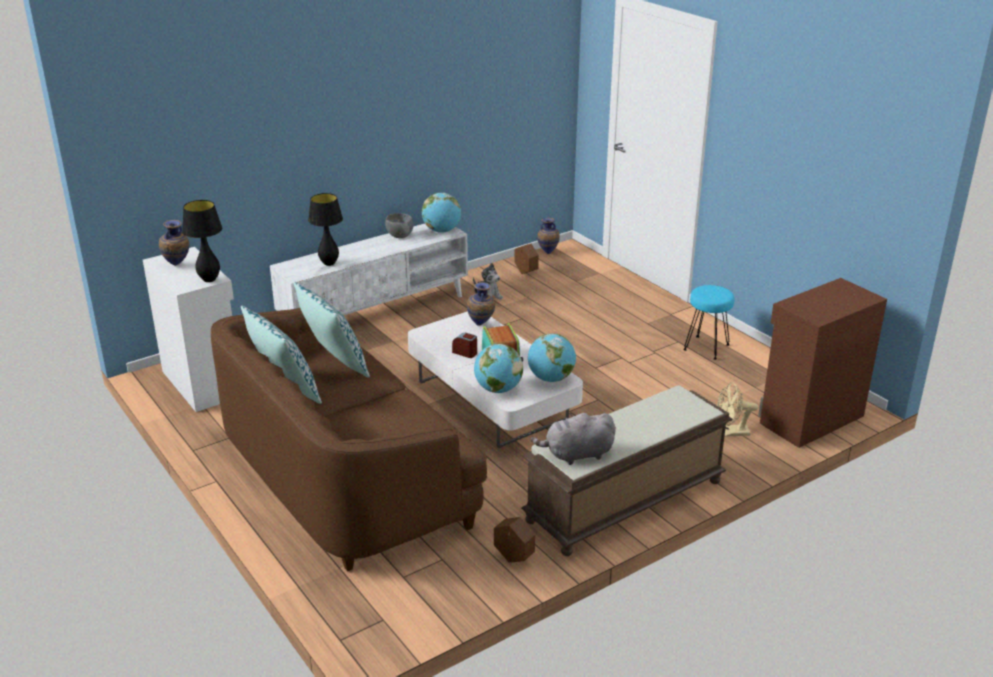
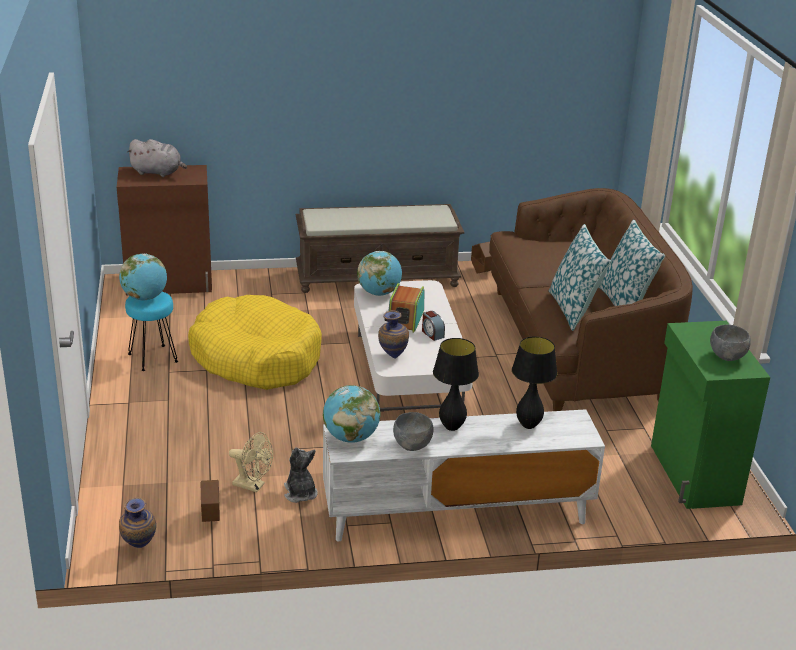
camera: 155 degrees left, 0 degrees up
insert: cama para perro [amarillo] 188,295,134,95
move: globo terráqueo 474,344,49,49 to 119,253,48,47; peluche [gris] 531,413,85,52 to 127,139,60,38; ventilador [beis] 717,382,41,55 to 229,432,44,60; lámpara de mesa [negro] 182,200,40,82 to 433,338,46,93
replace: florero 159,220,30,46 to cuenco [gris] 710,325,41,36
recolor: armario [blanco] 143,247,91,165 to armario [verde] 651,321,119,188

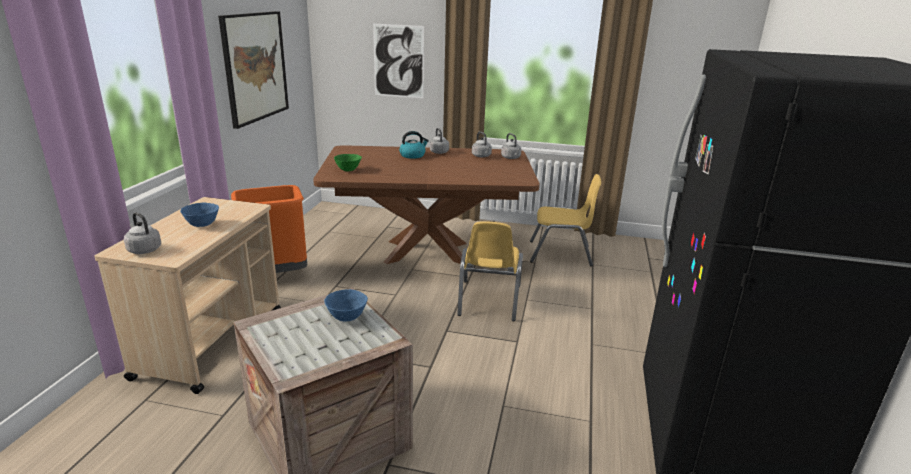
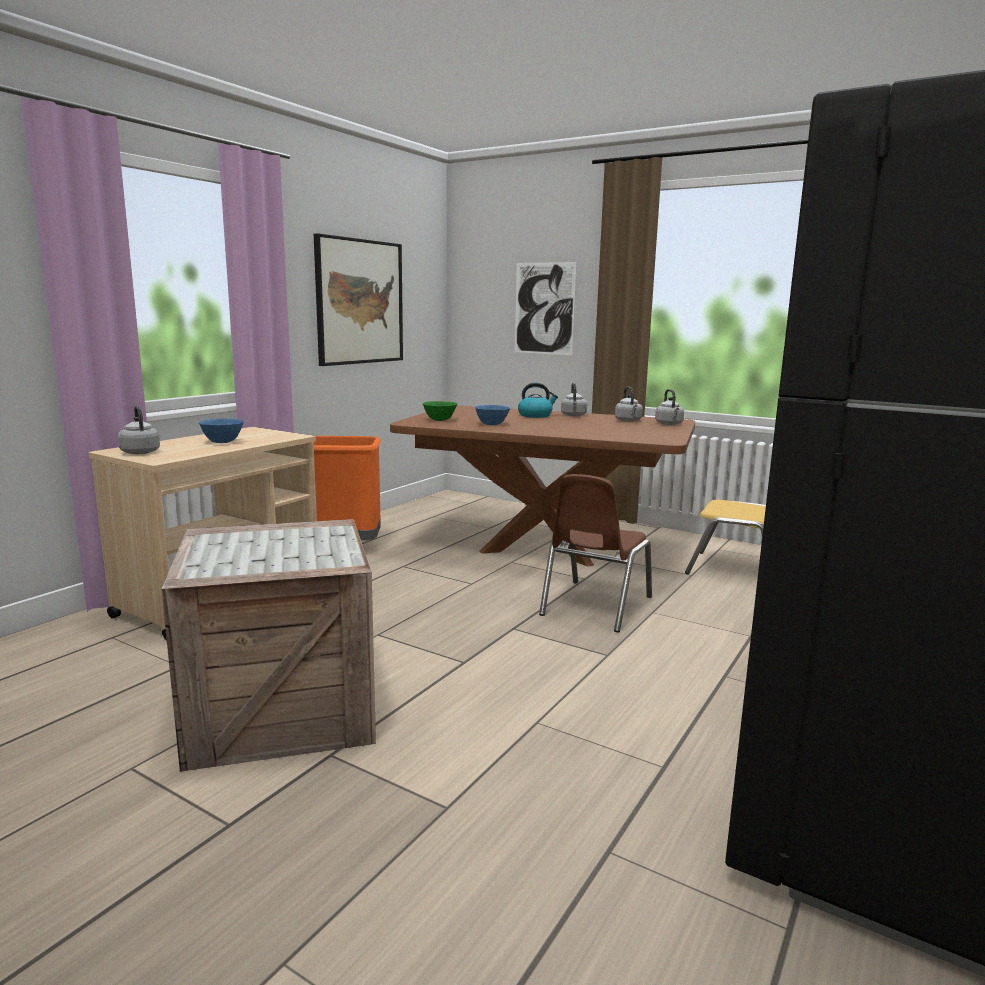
camera: 20 degrees right, 10 degrees down
move: cuenco [azul] 324,289,44,32 to 475,405,35,20
recolor: silla [amarillo] 457,221,66,100 to silla [marrón] 539,474,113,158

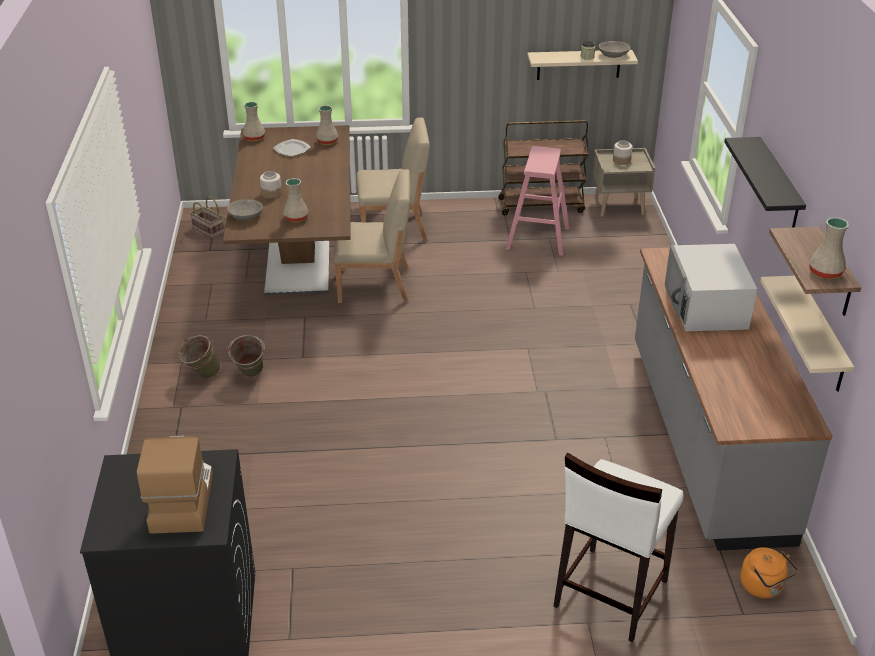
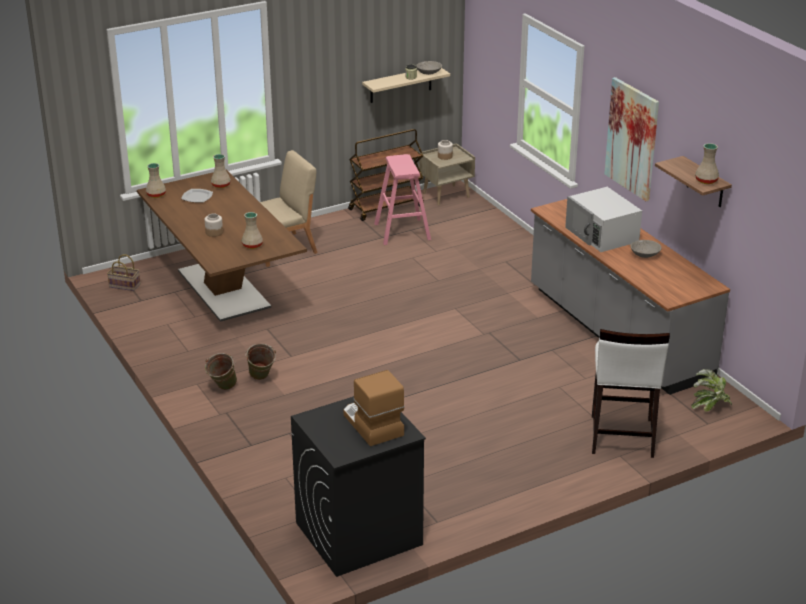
camera: 25 degrees left, 5 degrees down
delete: silla [beis] 333,169,78,134; estante [beis] 760,276,94,116
move: cuenco [gris] 227,199,36,21 to 630,240,32,18
replace: estante [negro] 724,137,82,91 to cuadro 604,77,55,124; hervidor [naranja] 740,547,58,51 to planta en maceta 691,369,41,43

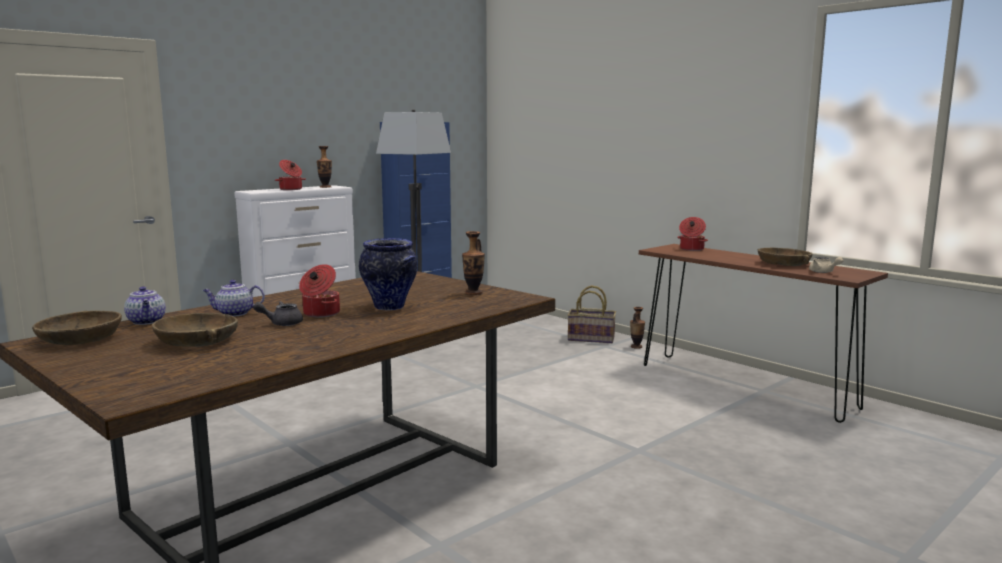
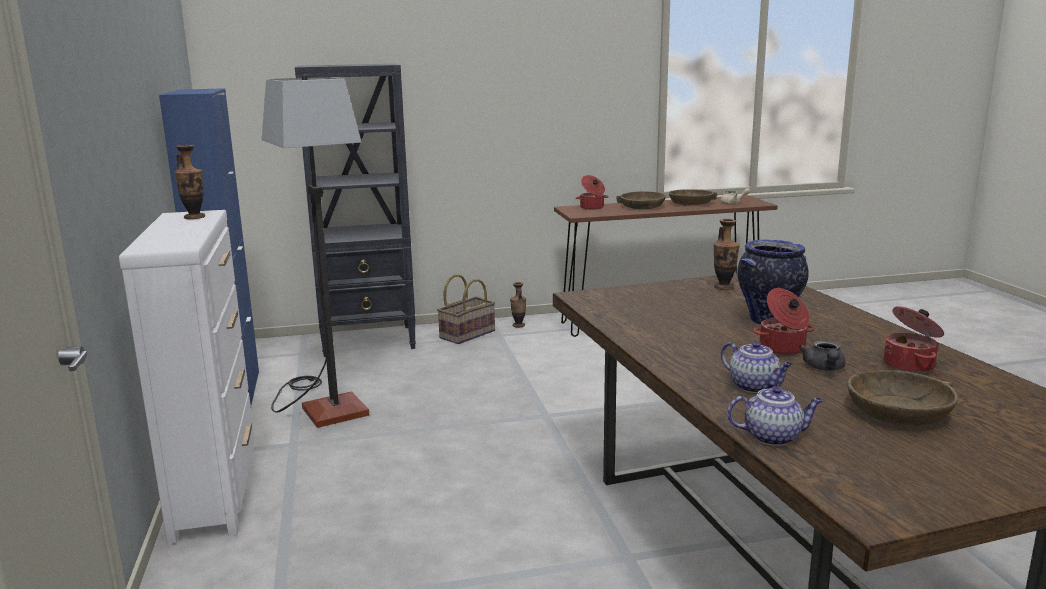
camera: 60 degrees left, 5 degrees up
insert: estantería [negro] 295,64,121,293
move: cuenco [marrón] 32,311,90,34 to 616,191,50,18; olla 275,160,31,30 to 884,306,60,67
rotate: tetera 203,280,62,37 = 721,341,72,52 60 degrees counterclockwise

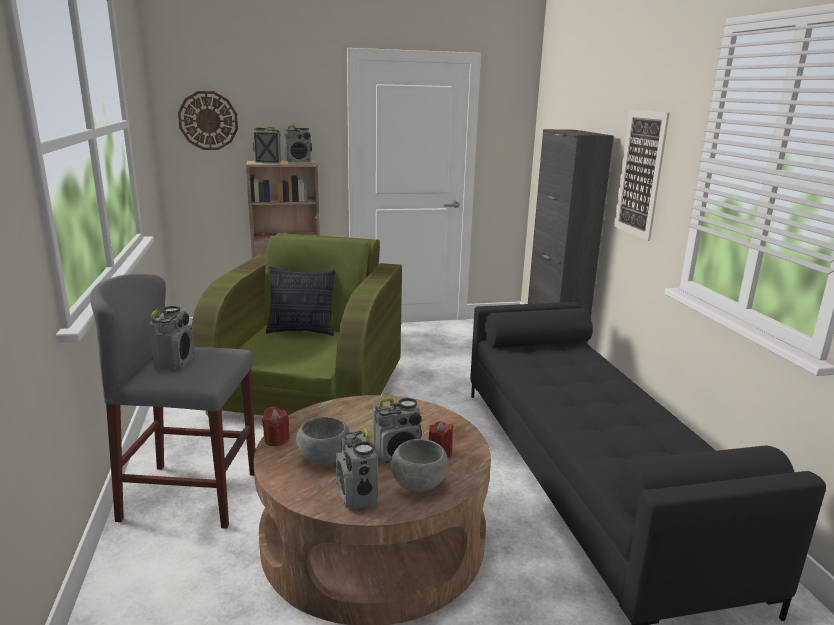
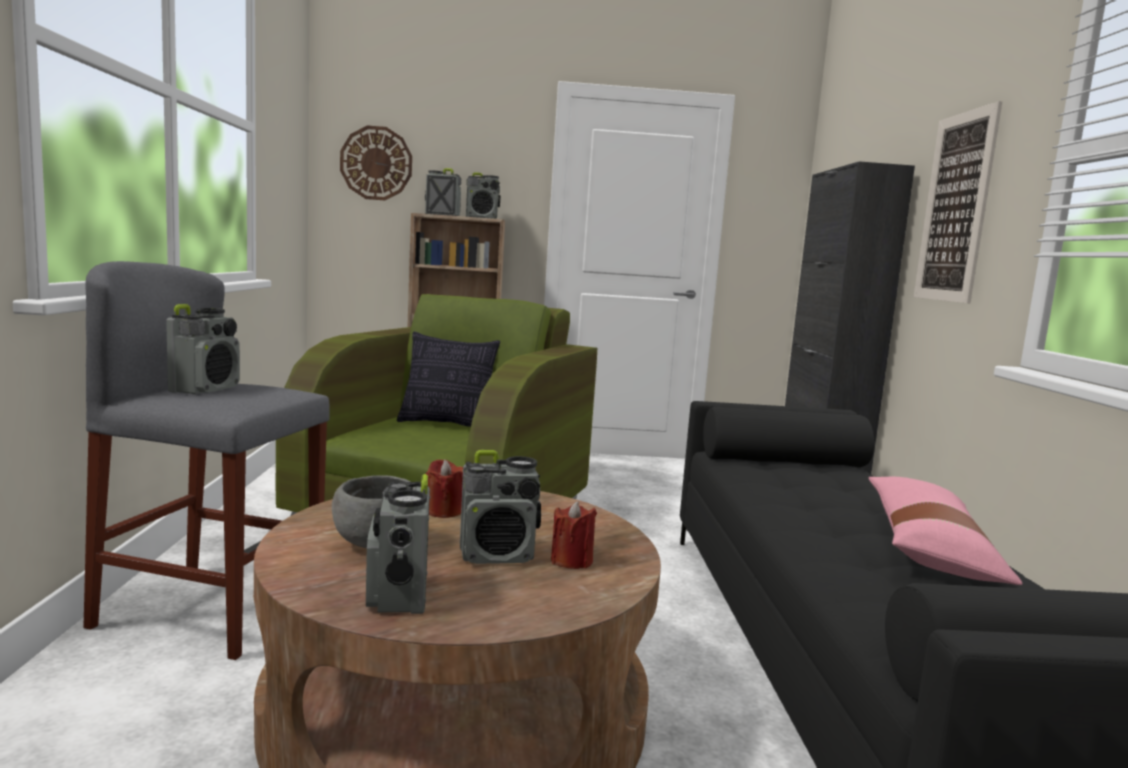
camera: 10 degrees right, 10 degrees down
delete: cuenco [gris] 391,439,57,53
insert: cojín [rosa] 869,477,154,108
move: vela [rojo] 262,407,28,39 to 426,459,37,59

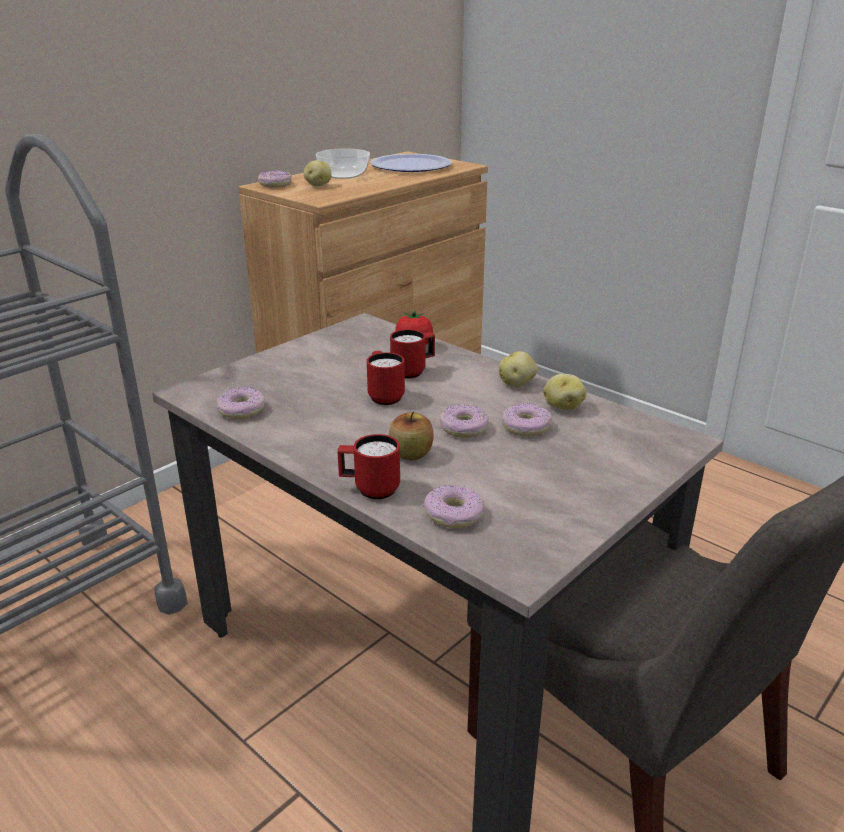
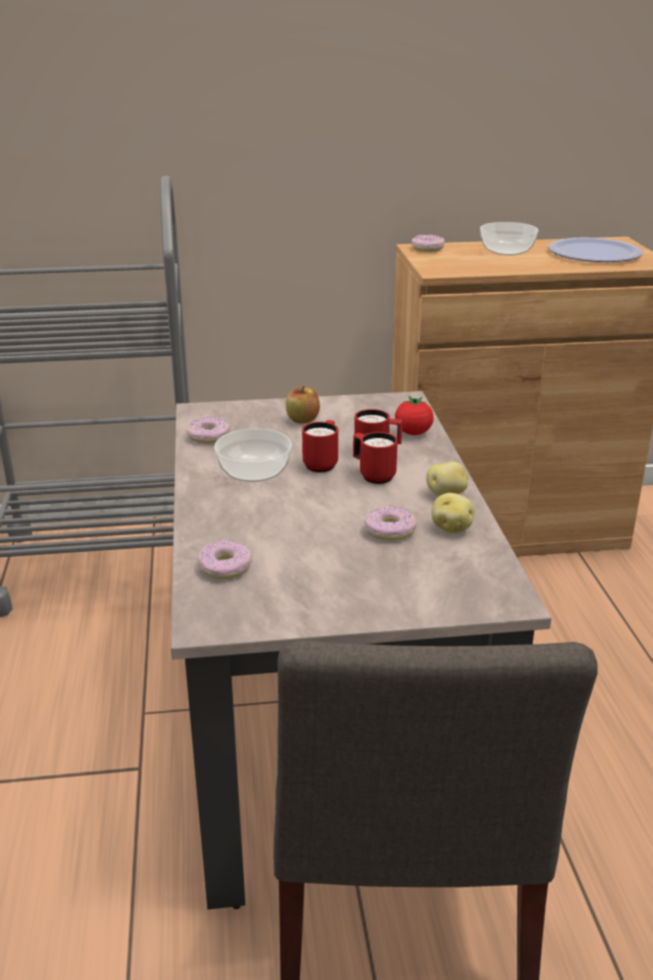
camera: 40 degrees right, 0 degrees up
delete: patata 304,160,28,26; rosquilla 439,404,50,34
insert: cuenco 214,428,78,54
move: manzana 389,412,45,48 to 286,386,34,38; taza grande [rojo] 337,434,63,65 to 353,432,45,52

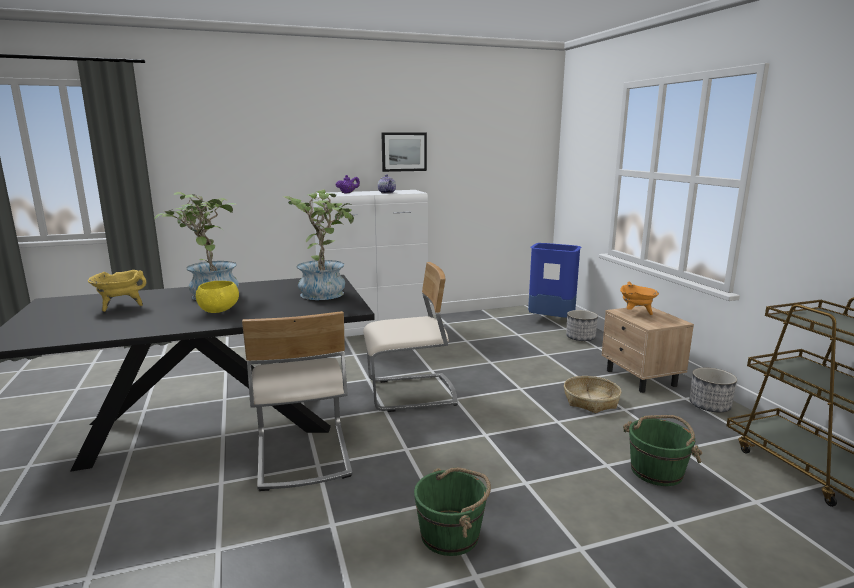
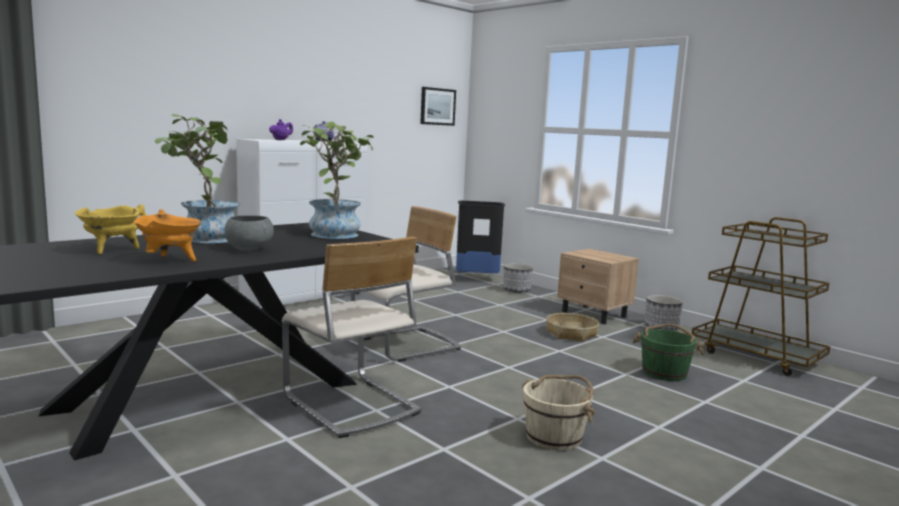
camera: 25 degrees left, 5 degrees down
move: olla [naranja] 620,281,39,34 to 134,209,67,52; cuadro 381,133,46,39 to 420,87,36,39
recolor: cuenco [amarillo] 196,281,43,32 to cuenco [gris] 224,215,50,36; papelera [azul] 528,243,53,75 to papelera [negro] 456,201,49,72; cubo [verde] 414,467,77,89 to cubo [beis] 522,375,73,75

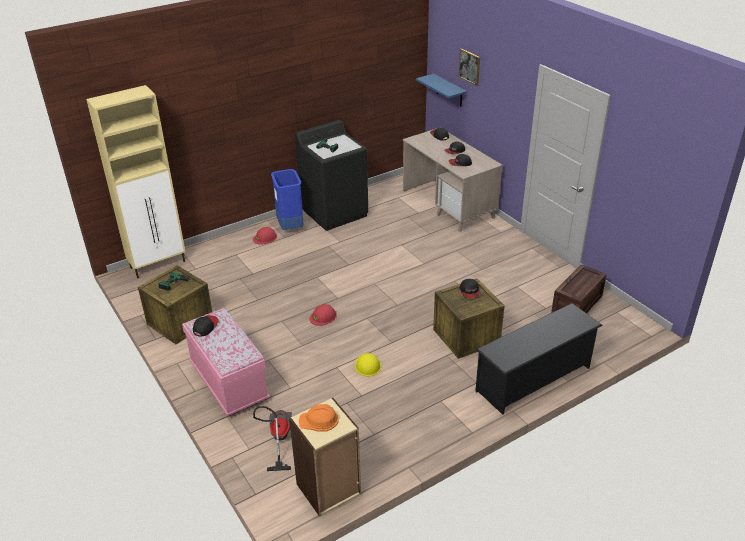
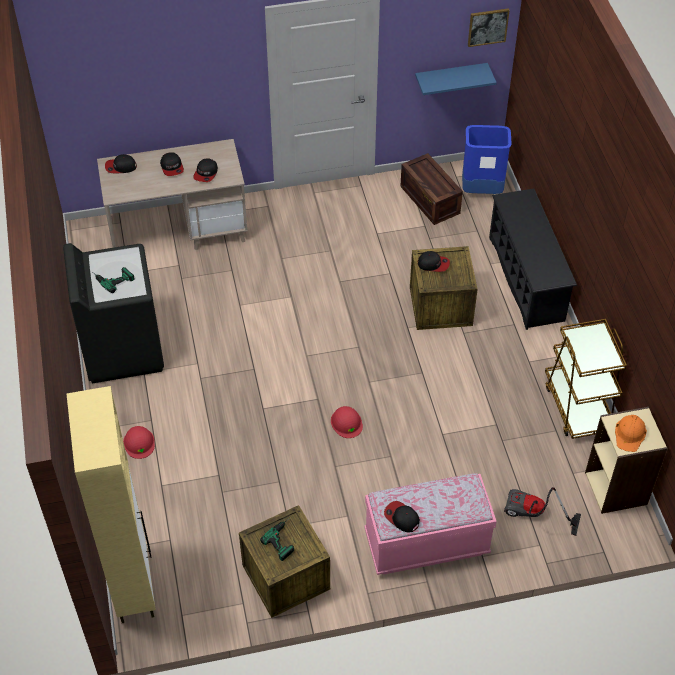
camera: 70 degrees left, 15 degrees up
delete: casco [amarillo] 355,353,26,23
insert: carrito [marrón] 545,319,82,120
move: estante [azul] 416,74,51,33 to 415,63,82,32; papelera [azul] 271,169,33,61 to 462,125,50,69; cuadro 459,49,21,37 to 468,8,42,39

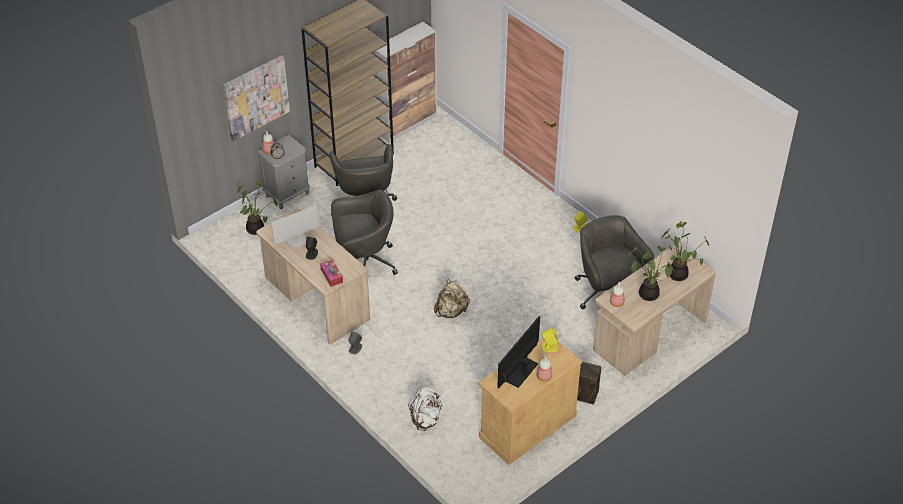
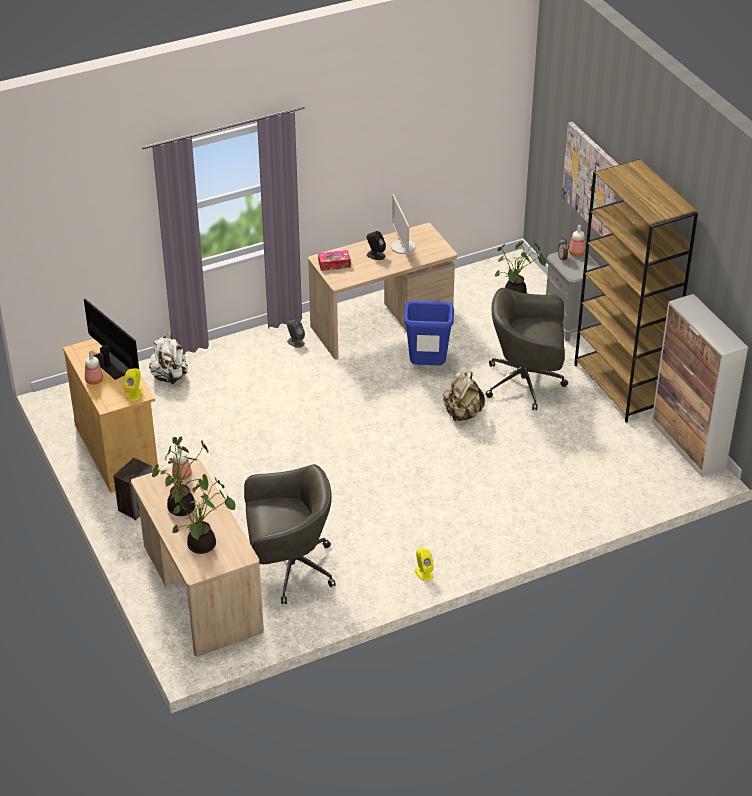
camera: 105 degrees right, 5 degrees down
move: mochila [beis] 434,279,36,39 to 443,371,42,51
replace: silla de oficina [gris] 331,189,67,86 to papelera [azul] 404,300,50,65

